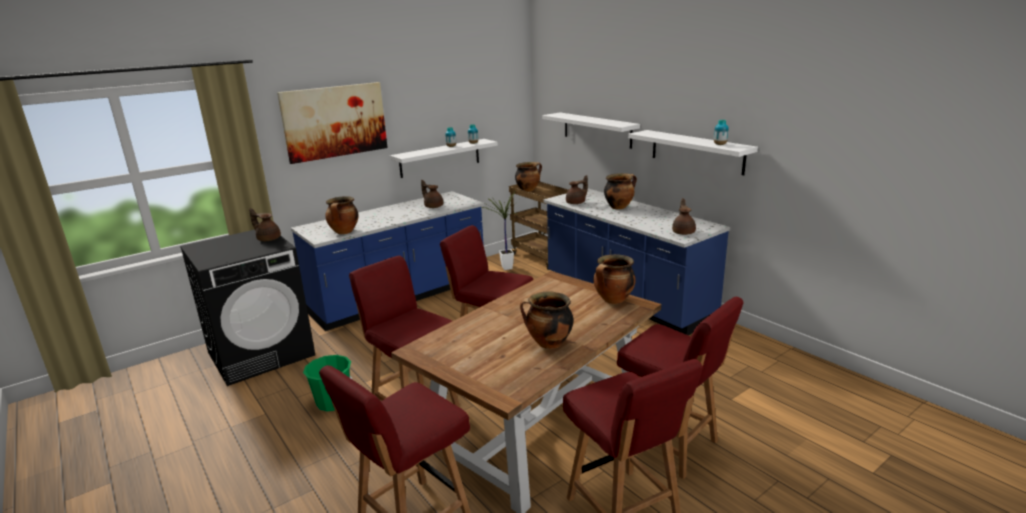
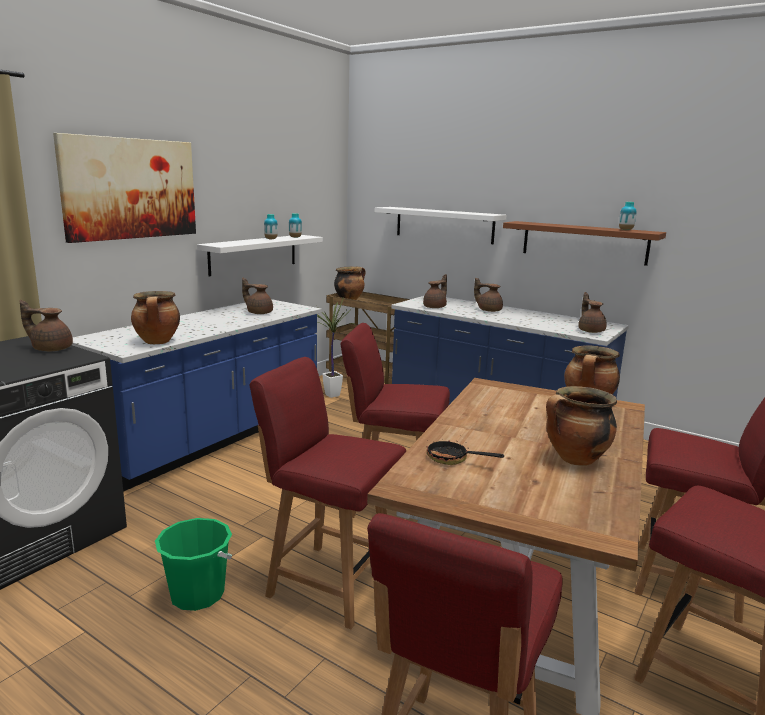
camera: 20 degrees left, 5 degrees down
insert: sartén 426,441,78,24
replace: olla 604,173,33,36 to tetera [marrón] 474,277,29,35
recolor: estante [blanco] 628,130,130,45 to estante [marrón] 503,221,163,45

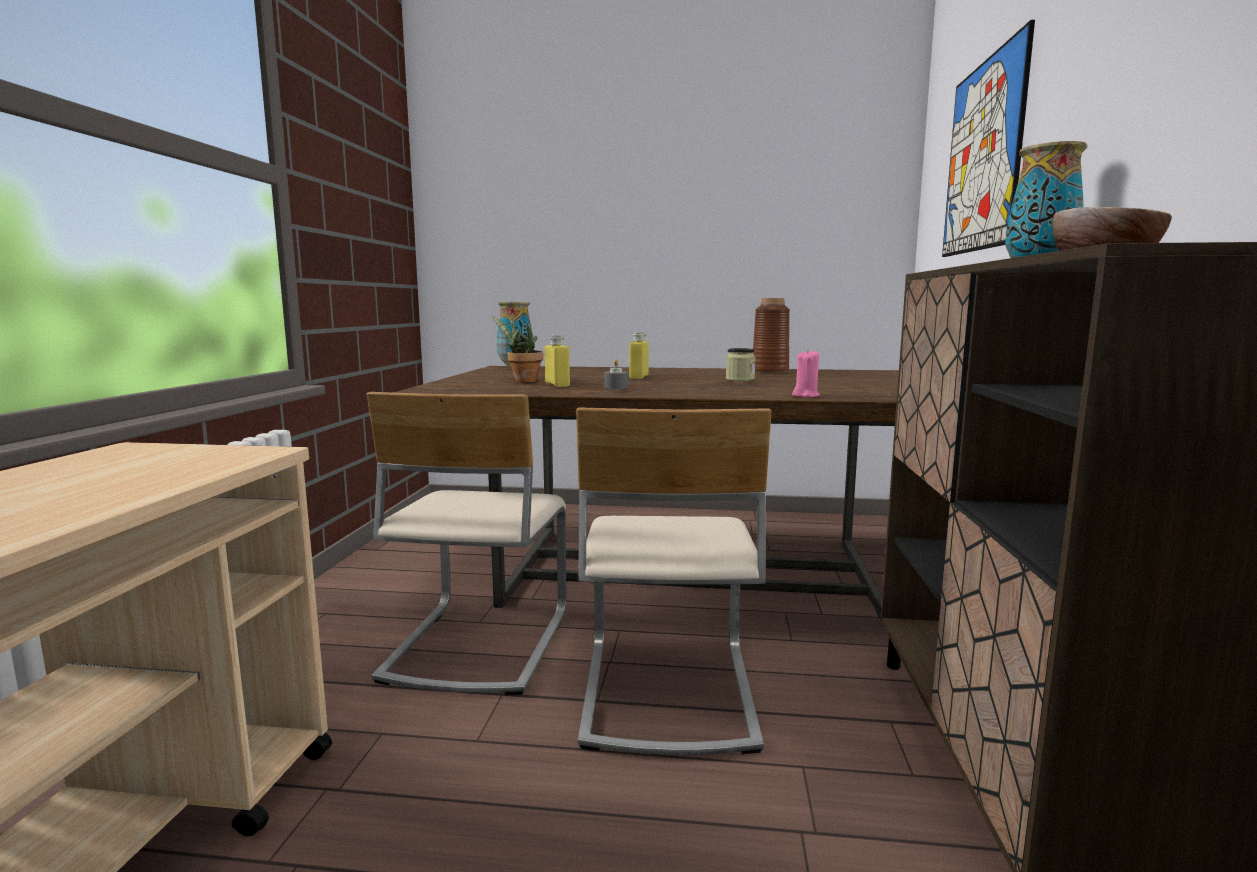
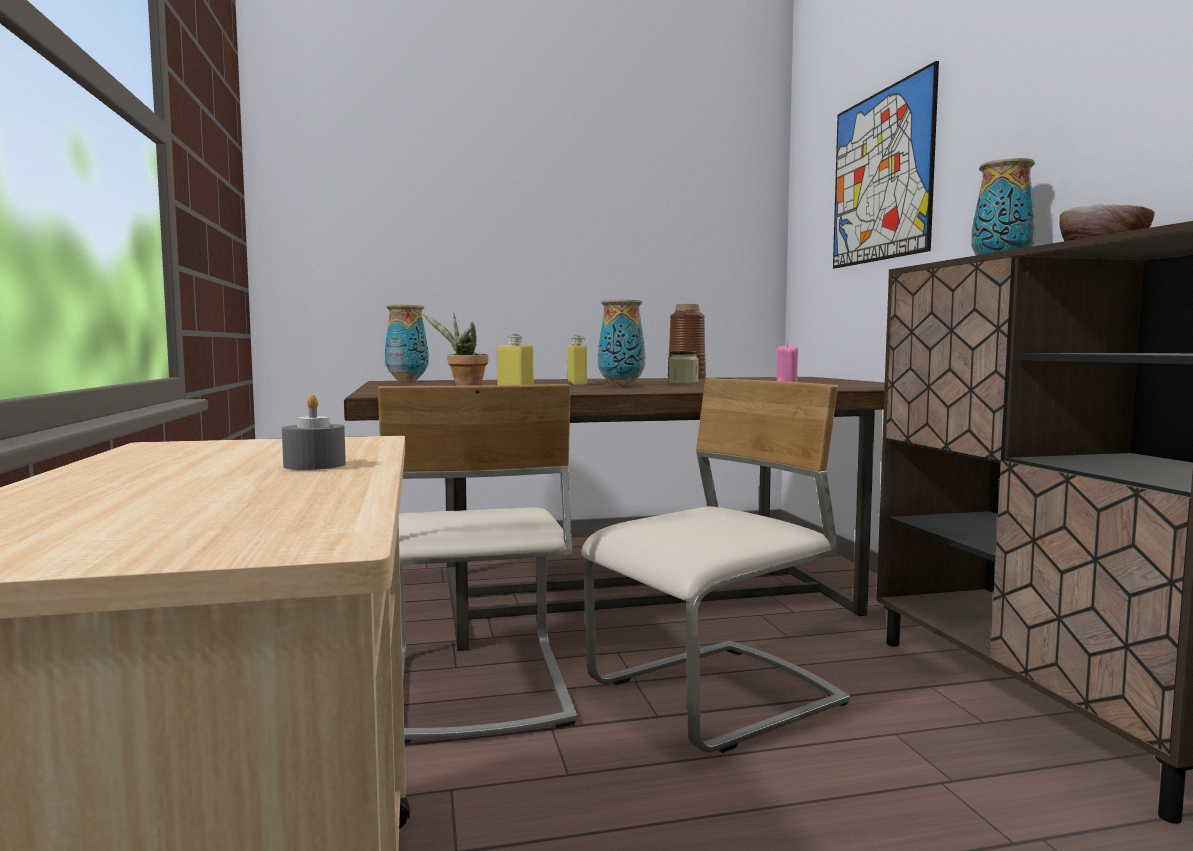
camera: 20 degrees left, 5 degrees down
insert: florero 598,300,48,86
move: vela [gris] 604,360,24,29 to 282,395,64,75
rotate: silla [beis] 576,408,195,347 = 581,378,269,375 105 degrees counterclockwise

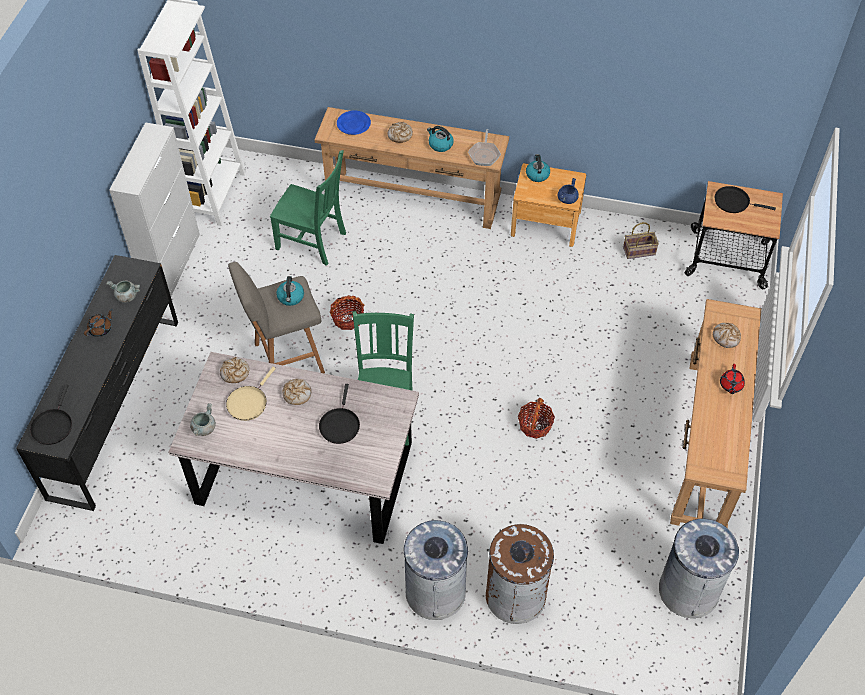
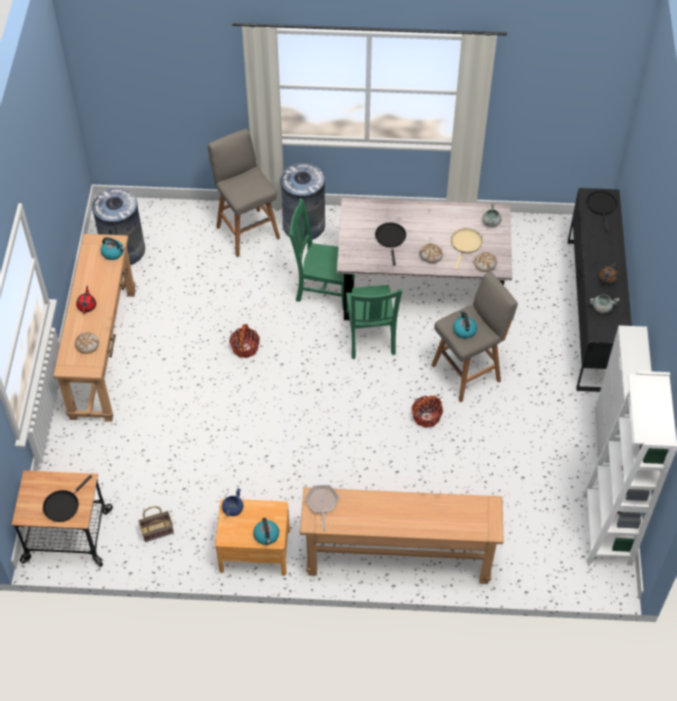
camera: 170 degrees right, 0 degrees up
delete: plato [azul] 337,111,34,24; pan 387,122,26,21
move: hervidor 427,126,27,26 to 101,237,24,23; silla [verde] 270,150,76,116 to 289,198,66,112
replace: papelera [marrón] 486,524,70,100 to taburete [gris] 208,128,72,129
rotate: sartén [negro] 715,186,61,27 = 43,475,49,47 120 degrees clockwise

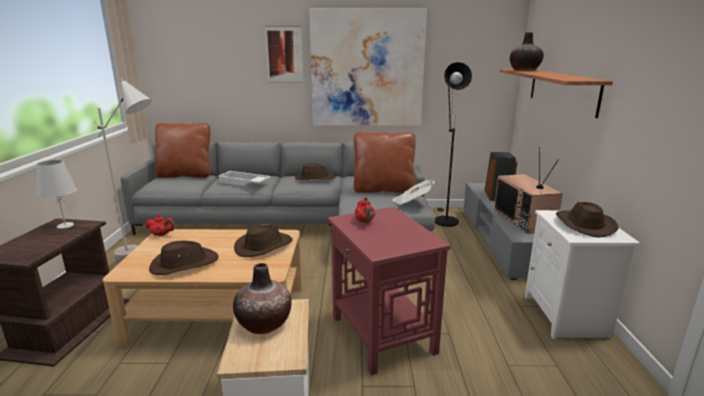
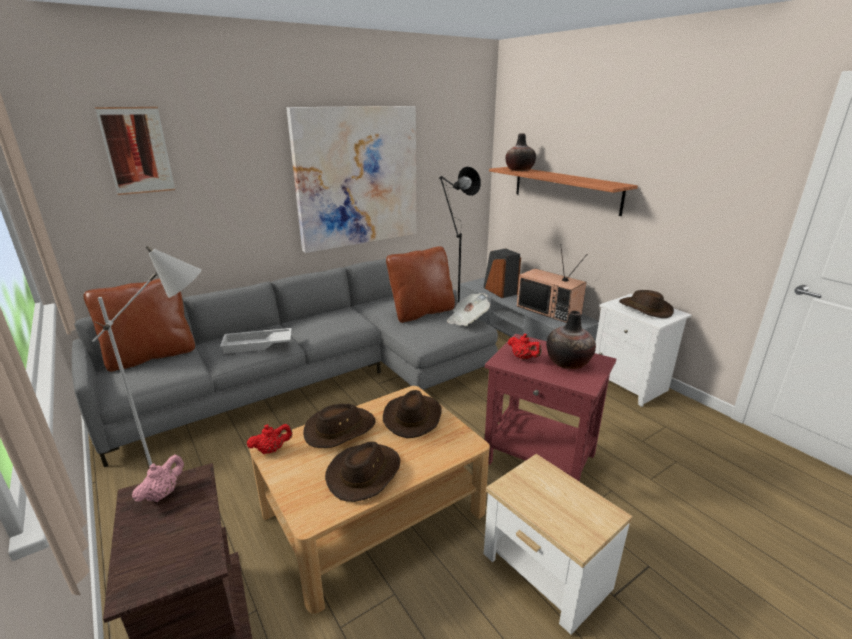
camera: 35 degrees left, 5 degrees up
move: cuadro 265,26,38,56 to 95,107,80,88; sombrero [marrón] 295,163,41,17 to 303,404,73,44; florero 233,263,59,71 to 546,311,50,58
replace: lámpara de mesa [blanco] 36,160,41,69 to tetera [rosa] 132,455,52,47

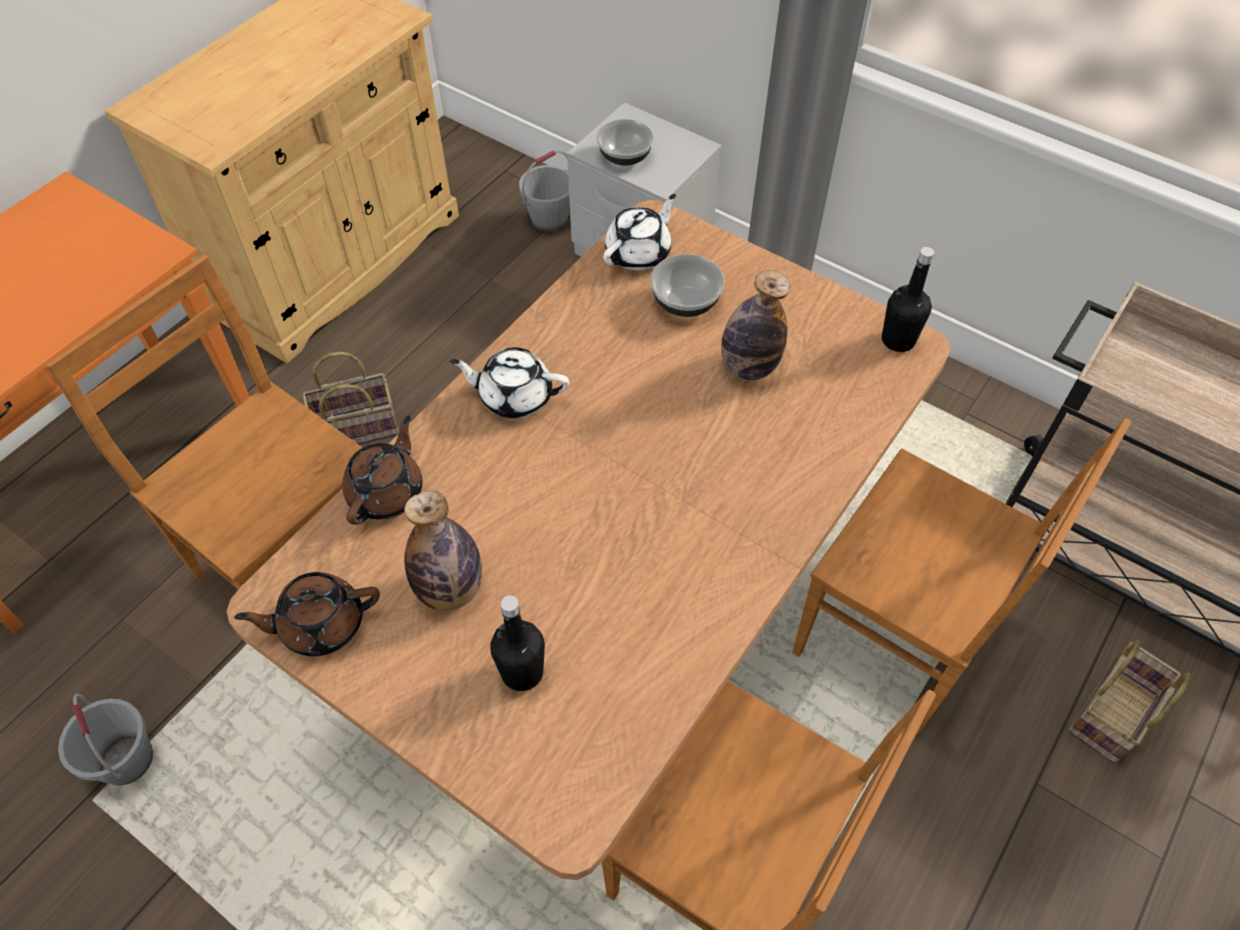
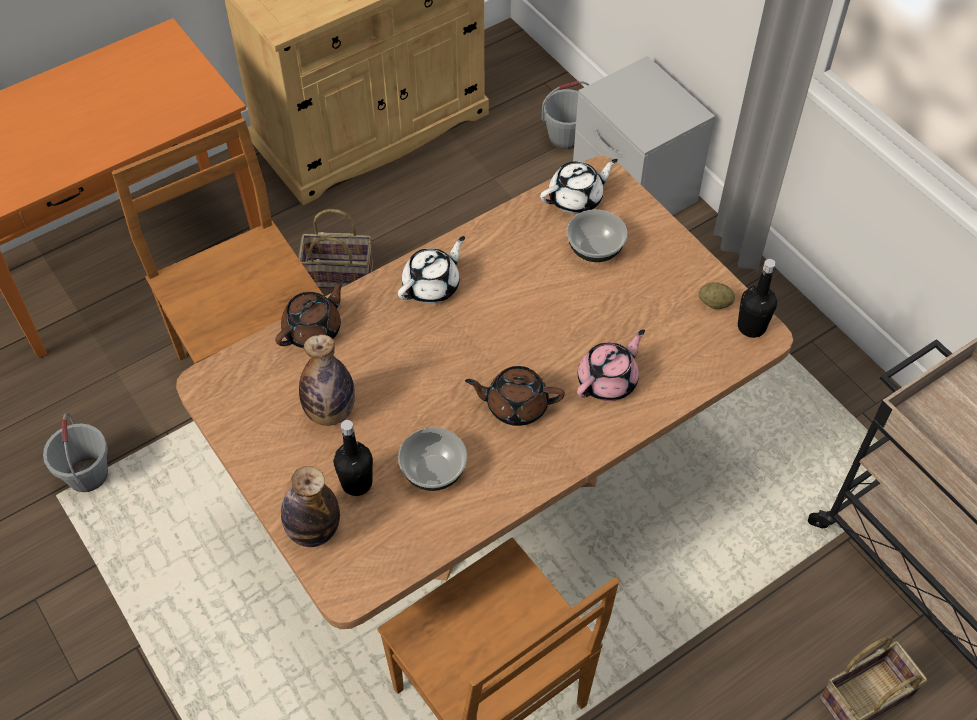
camera: 20 degrees right, 0 degrees up
delete: silla [marrón] 792,418,339,316
insert: tetera [rosa] 577,329,68,72; patata 699,282,36,27
move: botella 721,270,70,110 to 281,466,59,81; cuenco 597,119,57,47 to 398,427,69,64; tetera [marrón] 234,572,146,84 to 465,366,100,60
rotate: tetera [blanco] 450,347,119,71 = 398,236,67,68 105 degrees clockwise

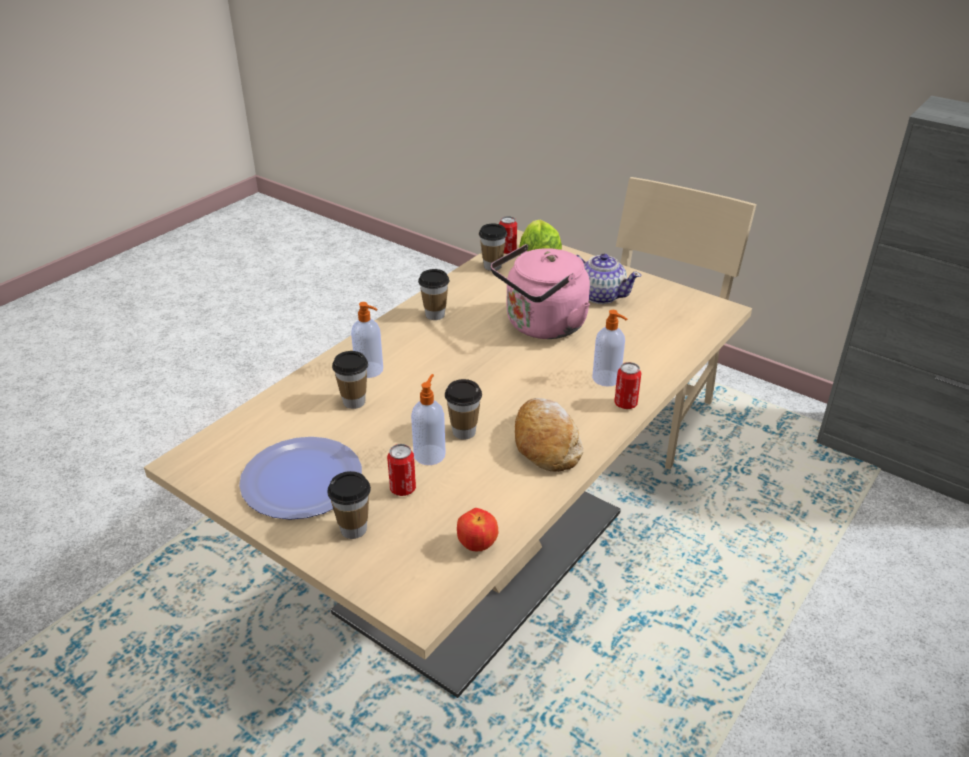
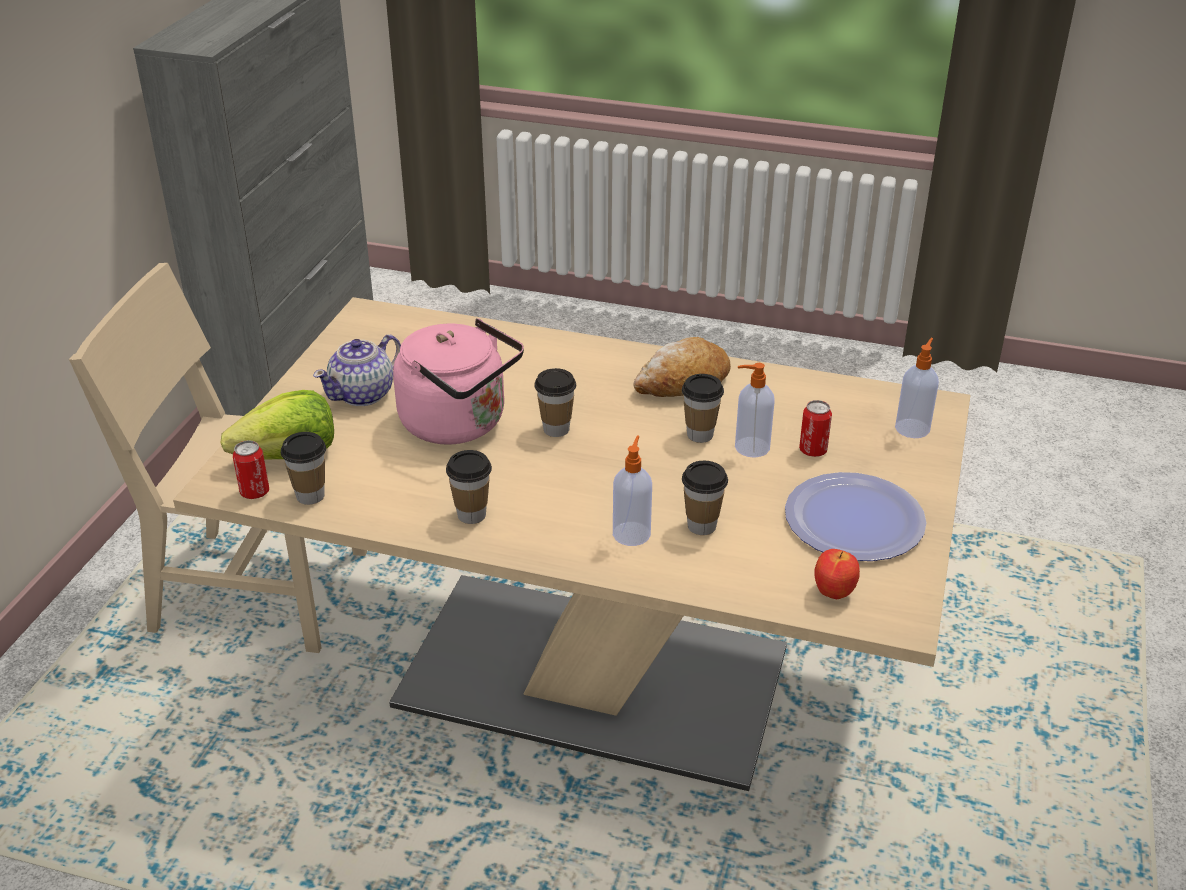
camera: 110 degrees left, 0 degrees up
delete: lata 614,362,27,47
move: taza 327,471,44,68 to 534,368,42,69; manzana 457,508,41,43 to 814,549,46,50; dispensador de jabón 592,310,35,77 to 895,338,44,100
rotate: tetera 576,254,65,50 = 313,334,88,72 150 degrees counterclockwise

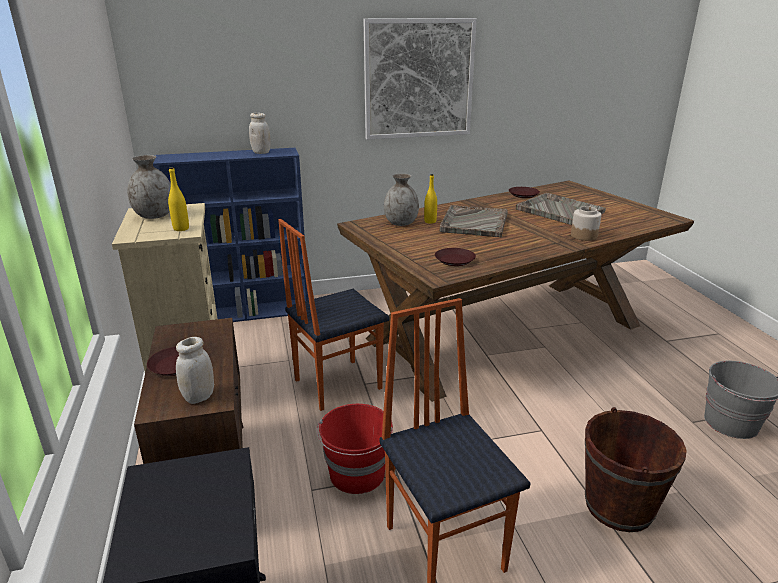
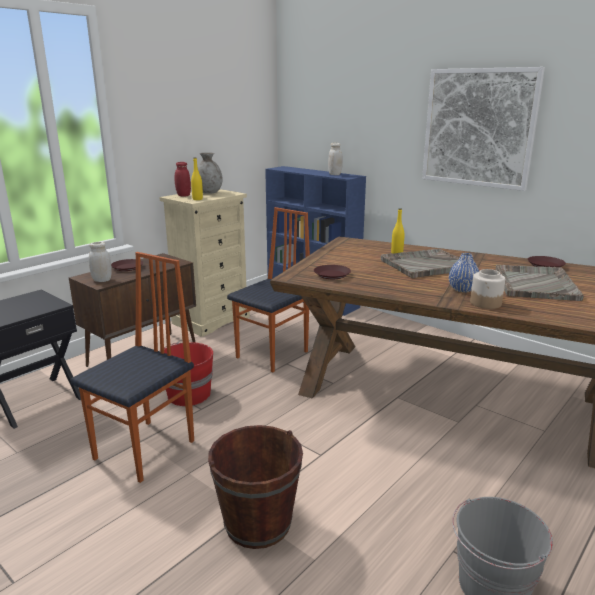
camera: 55 degrees right, 5 degrees down
delete: florero [gris] 384,173,35,53
insert: tarro [rojo] 175,162,16,35; florero [azul] 449,253,30,39
rotate: silla 278,219,111,192 = 227,207,83,165 105 degrees clockwise

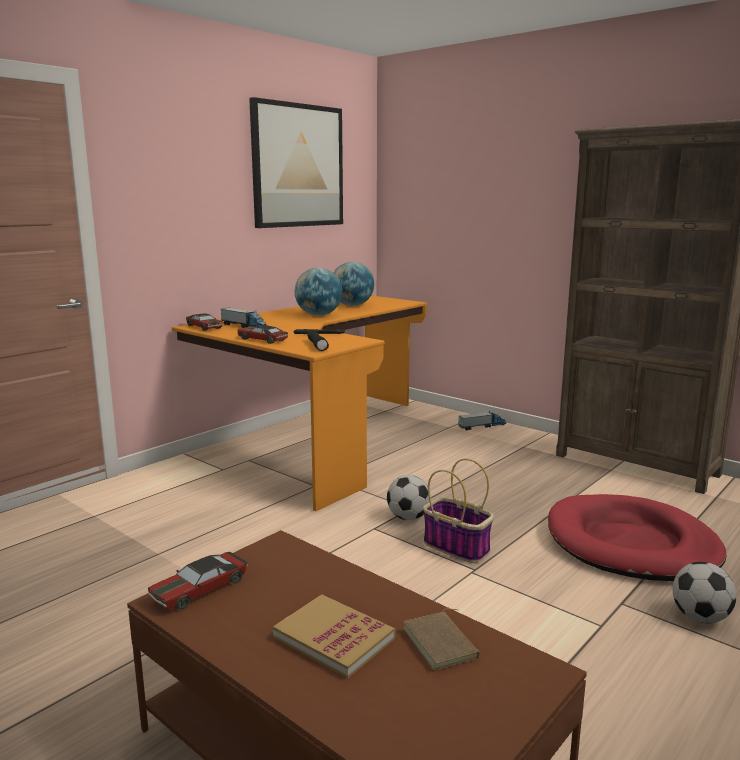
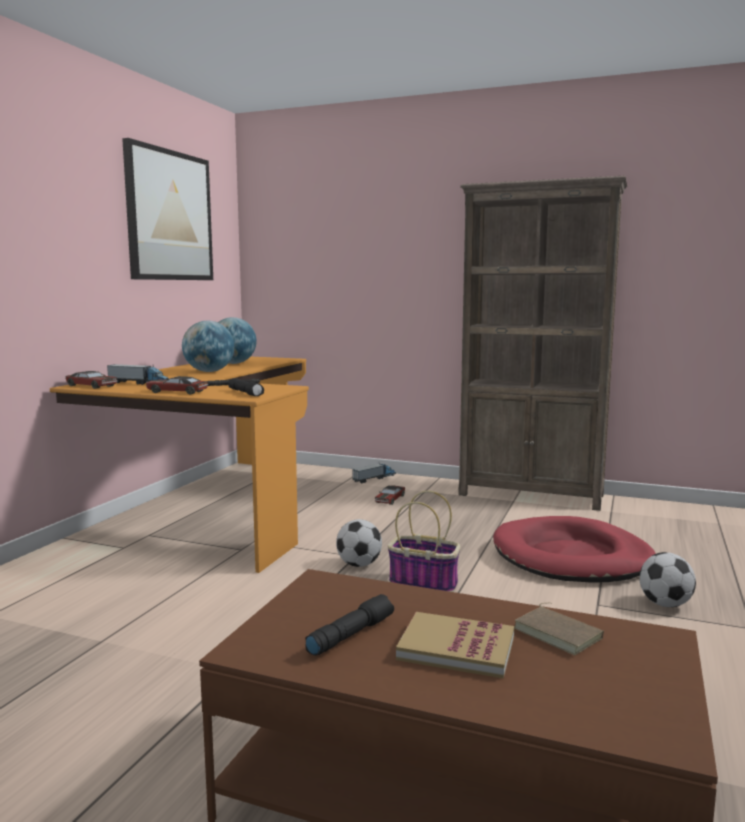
camera: 20 degrees left, 5 degrees down
insert: linterna [negro] 305,594,89,62
move: coche de juguete 148,552,100,58 to 375,485,30,20

